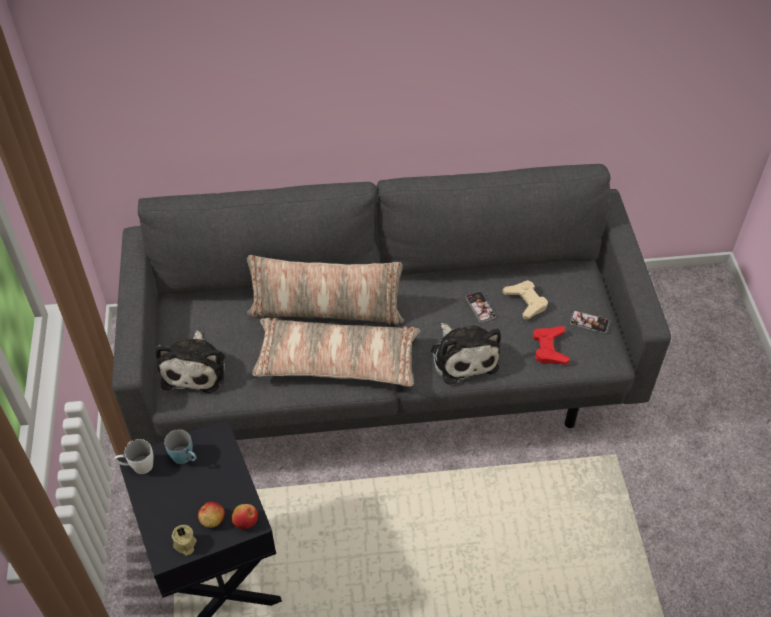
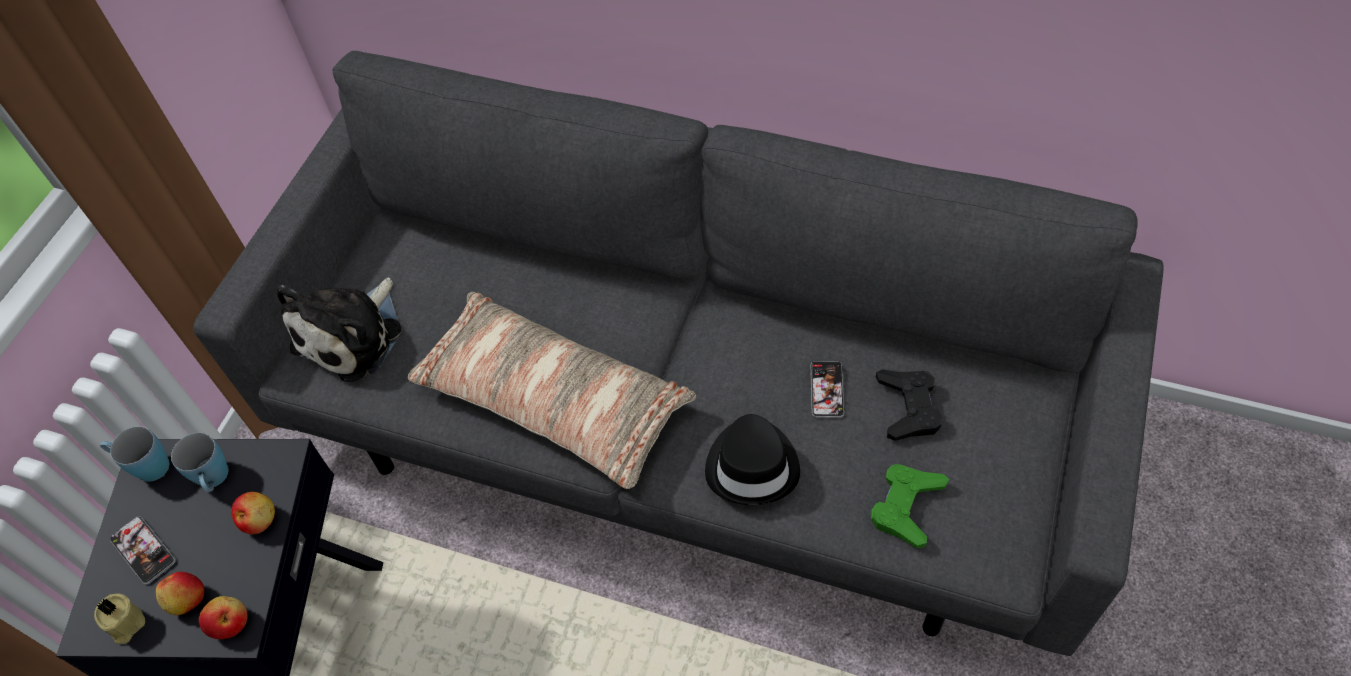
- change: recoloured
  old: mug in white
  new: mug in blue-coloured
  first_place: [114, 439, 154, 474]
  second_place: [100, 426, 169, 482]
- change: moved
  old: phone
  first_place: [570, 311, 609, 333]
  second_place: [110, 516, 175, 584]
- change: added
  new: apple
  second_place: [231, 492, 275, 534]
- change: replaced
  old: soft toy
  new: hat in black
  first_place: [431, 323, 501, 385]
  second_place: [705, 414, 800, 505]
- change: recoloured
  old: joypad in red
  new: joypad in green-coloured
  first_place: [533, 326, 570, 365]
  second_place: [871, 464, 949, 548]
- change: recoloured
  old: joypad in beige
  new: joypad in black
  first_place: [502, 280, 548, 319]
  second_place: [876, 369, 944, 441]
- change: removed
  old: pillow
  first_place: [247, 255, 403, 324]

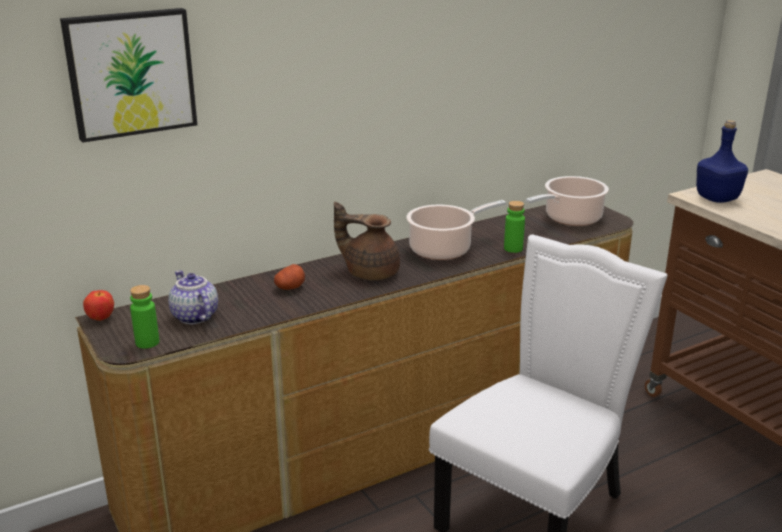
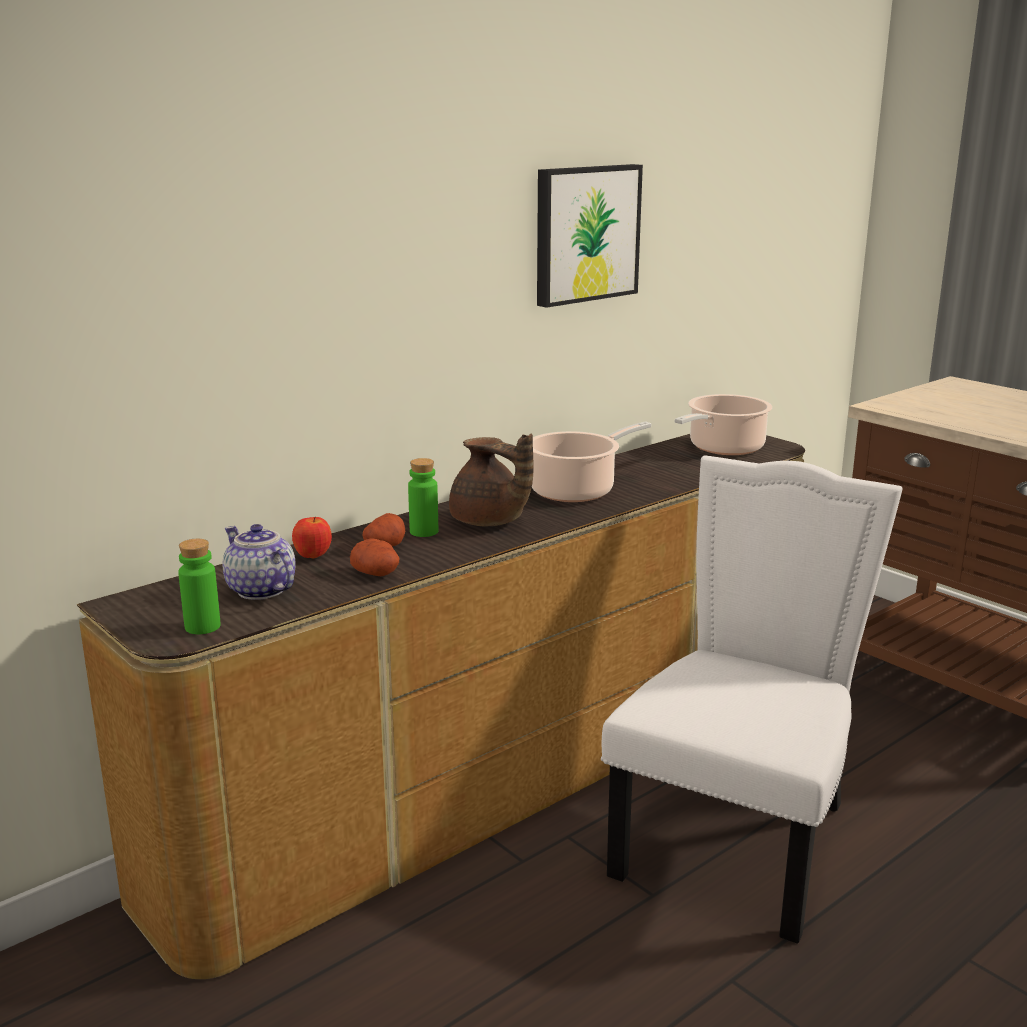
- change: moved
  old: apple
  first_place: [83, 290, 114, 321]
  second_place: [292, 517, 332, 558]
- change: added
  new: spud
  second_place: [350, 538, 399, 576]
- change: moved
  old: drink bottle in green-coloured
  first_place: [504, 201, 525, 253]
  second_place: [408, 458, 438, 537]
- change: turned
  old: pot for tea in brown
  first_place: [334, 202, 400, 280]
  second_place: [449, 434, 533, 526]
  degrees: -150
- change: moved
  old: wall art
  first_place: [60, 8, 197, 143]
  second_place: [537, 164, 643, 308]
- change: removed
  old: drink bottle in blue-coloured
  first_place: [696, 120, 748, 203]

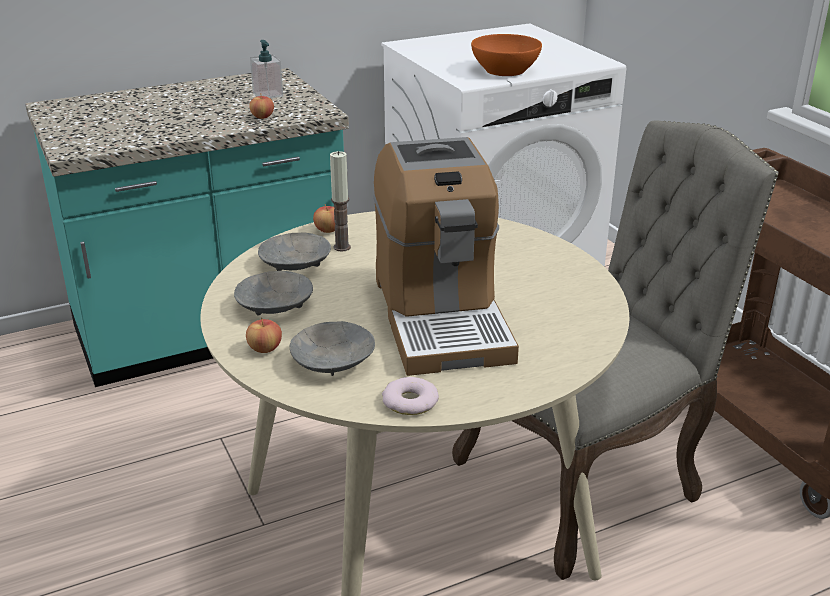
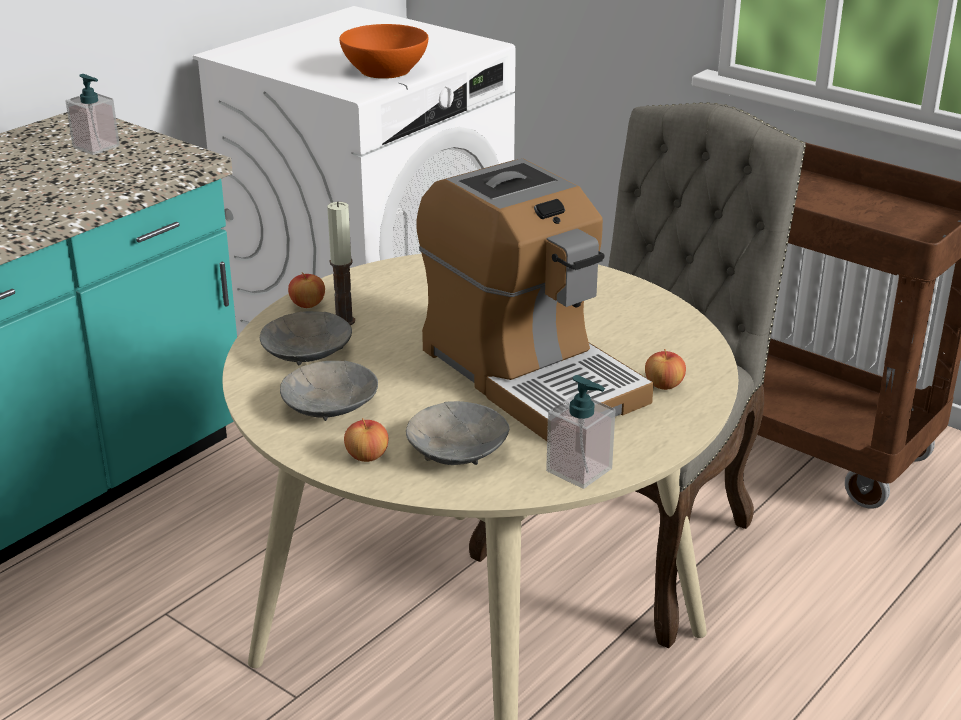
- change: replaced
  old: doughnut
  new: soap dispenser
  first_place: [382, 377, 439, 415]
  second_place: [546, 375, 615, 489]
- change: moved
  old: apple
  first_place: [249, 96, 274, 119]
  second_place: [645, 349, 686, 390]

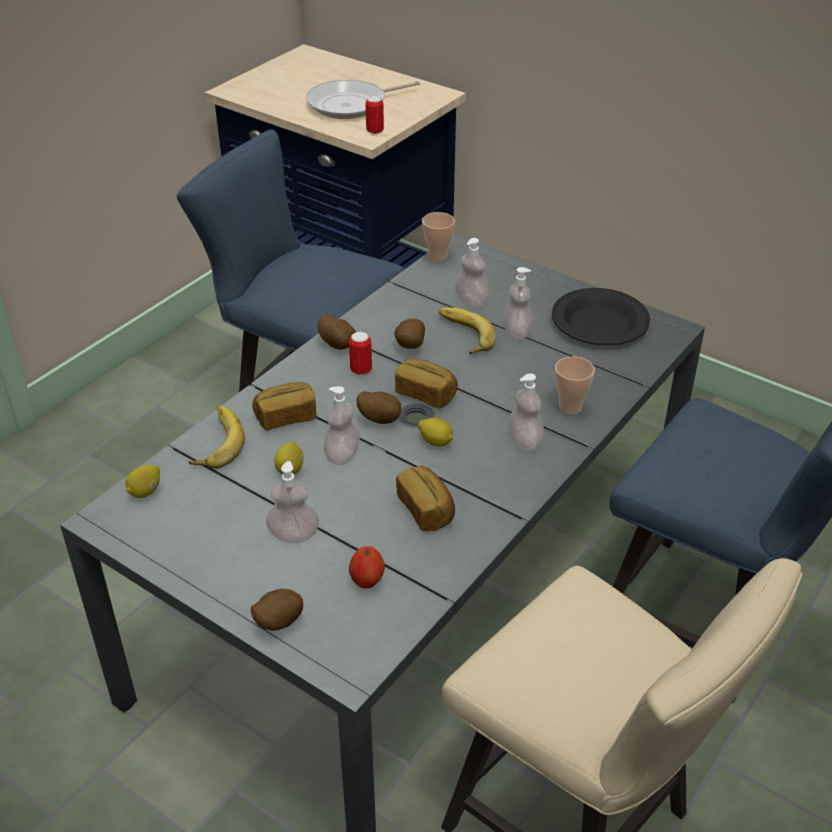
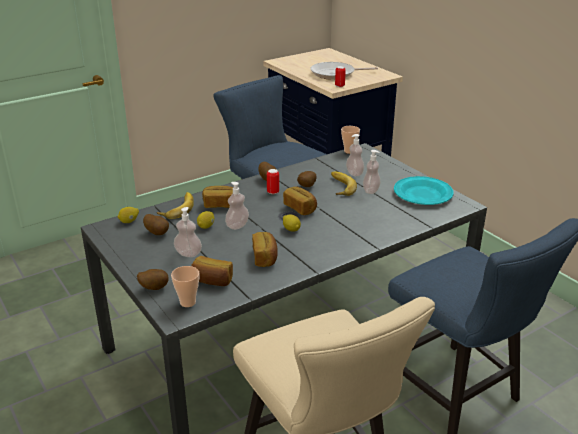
- change: moved
  old: spud
  first_place: [356, 391, 401, 424]
  second_place: [143, 214, 169, 235]
- change: moved
  old: small cup
  first_place: [555, 356, 595, 414]
  second_place: [171, 266, 199, 307]
- change: replaced
  old: apple
  new: bakery bread
  first_place: [349, 546, 385, 589]
  second_place: [191, 256, 233, 286]
- change: recoloured
  old: dinner plate in black
  new: dinner plate in blue-green
  first_place: [552, 288, 650, 346]
  second_place: [394, 176, 454, 205]
- change: removed
  old: soap dispenser
  first_place: [508, 373, 544, 452]

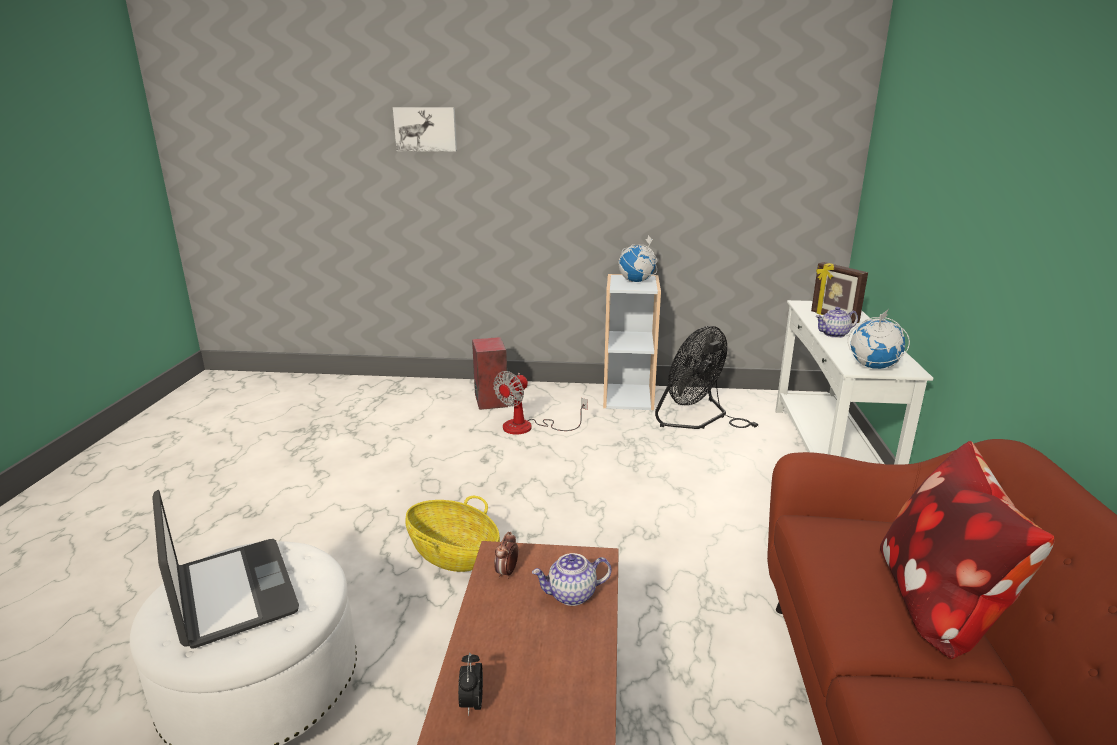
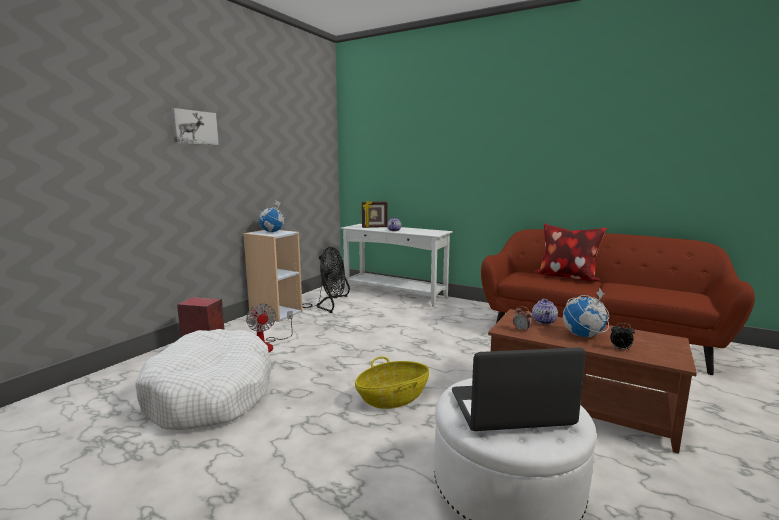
- change: added
  new: dog bed in white
  second_place: [135, 329, 271, 430]
- change: moved
  old: wall art
  first_place: [393, 107, 457, 152]
  second_place: [171, 108, 219, 145]
- change: turned
  old: fan in black
  first_place: [655, 326, 759, 429]
  second_place: [302, 247, 350, 313]
  degrees: -150
- change: moved
  old: globe
  first_place: [848, 310, 910, 369]
  second_place: [563, 287, 609, 337]

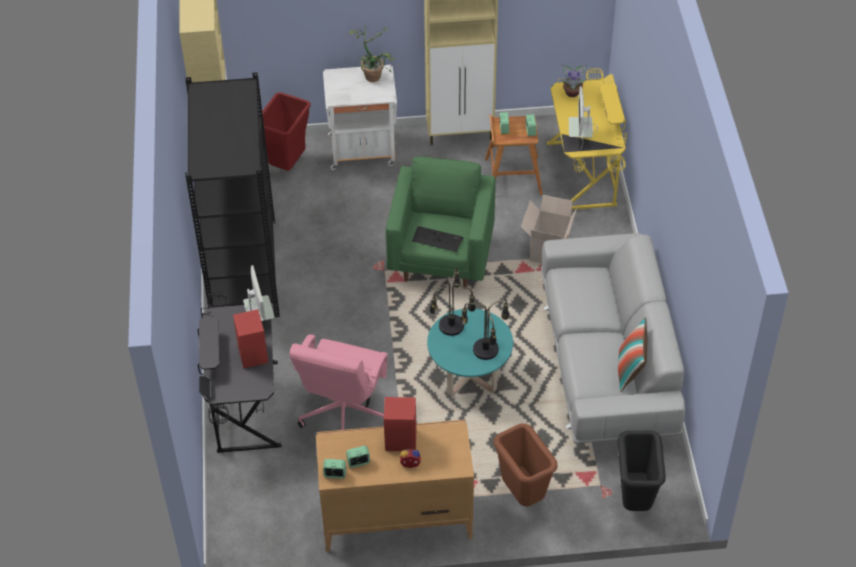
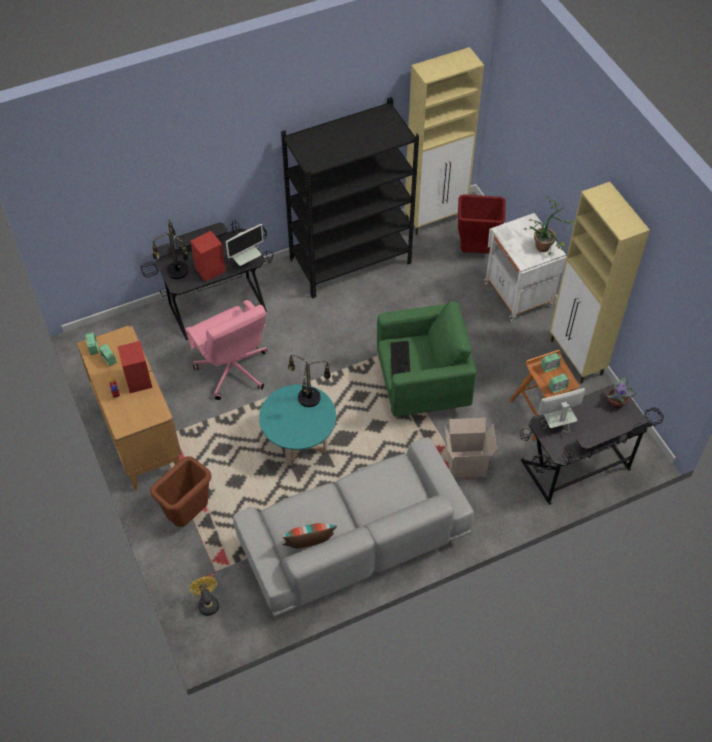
- change: moved
  old: tabletop lamp
  first_place: [460, 298, 509, 360]
  second_place: [152, 219, 189, 279]
- change: turned
  old: office chair in pinkish
  first_place: [290, 334, 388, 430]
  second_place: [185, 300, 267, 400]
  degrees: -120
- change: replaced
  old: rubbish bin in black
  new: fan in yellow-coloured
  first_place: [618, 431, 666, 511]
  second_place: [190, 577, 219, 616]
- change: recoloured
  old: desk in yellow-coloured
  new: desk in black
  first_place: [547, 68, 627, 210]
  second_place: [520, 384, 664, 505]

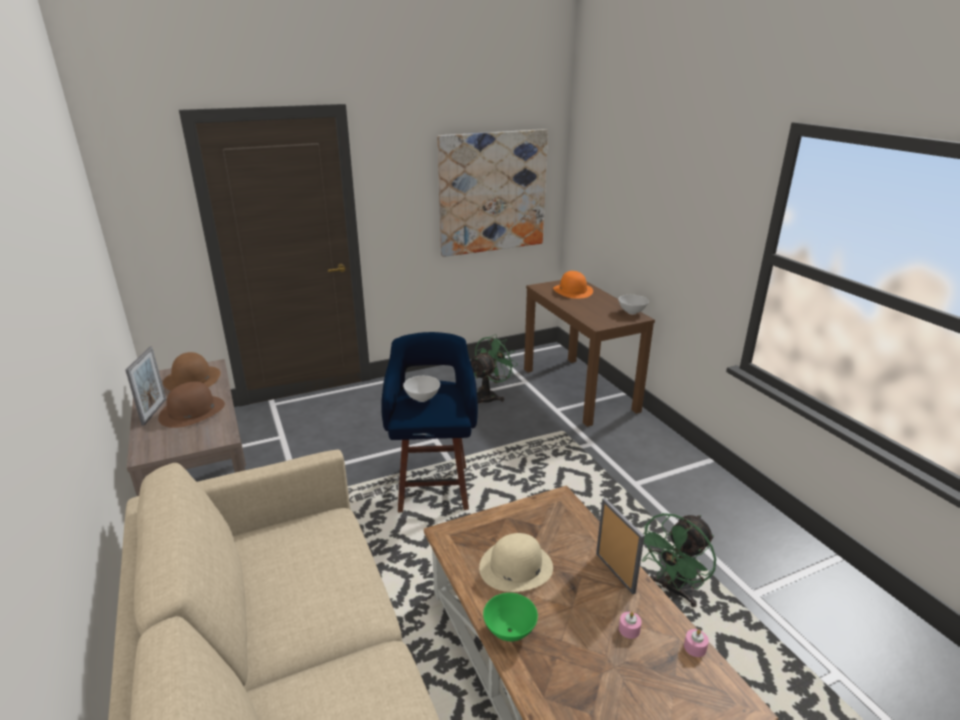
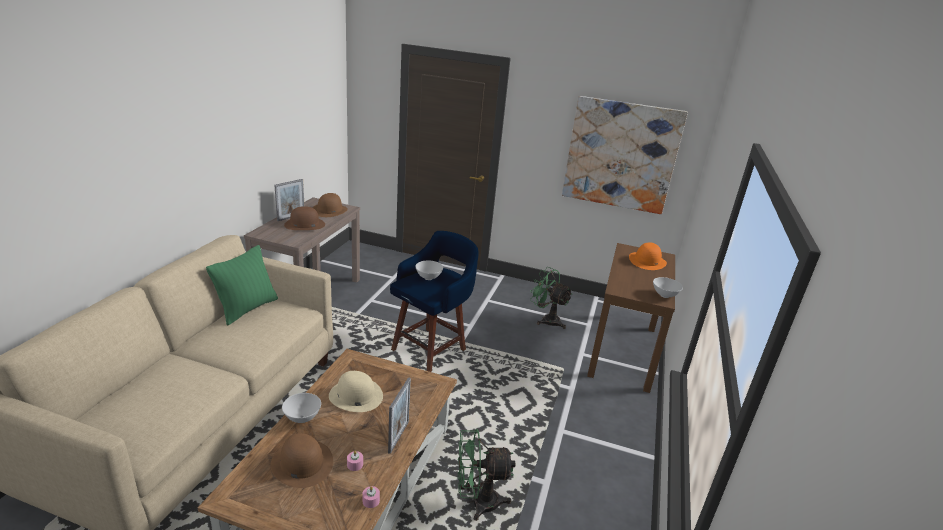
- change: added
  new: pillow in green-coloured
  second_place: [206, 245, 278, 326]
- change: added
  new: hat in brown
  second_place: [270, 433, 333, 488]
- change: recoloured
  old: deep dish in green-coloured
  new: deep dish in white
  first_place: [483, 593, 538, 641]
  second_place: [282, 393, 321, 423]
- change: turned
  old: fan in green-coloured
  first_place: [470, 334, 518, 403]
  second_place: [530, 267, 572, 329]
  degrees: -135

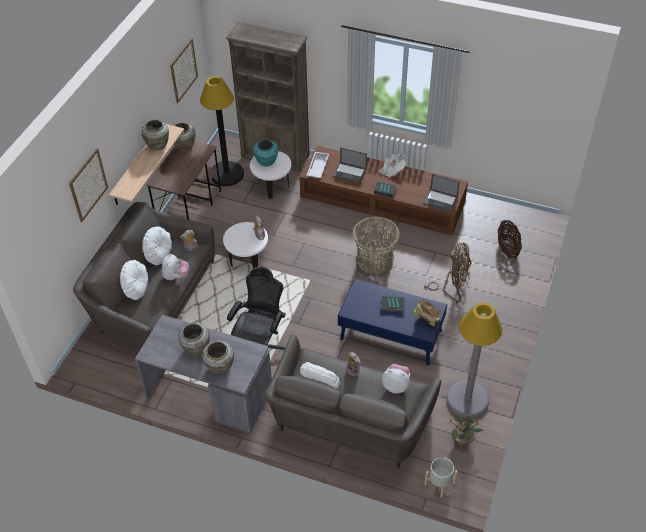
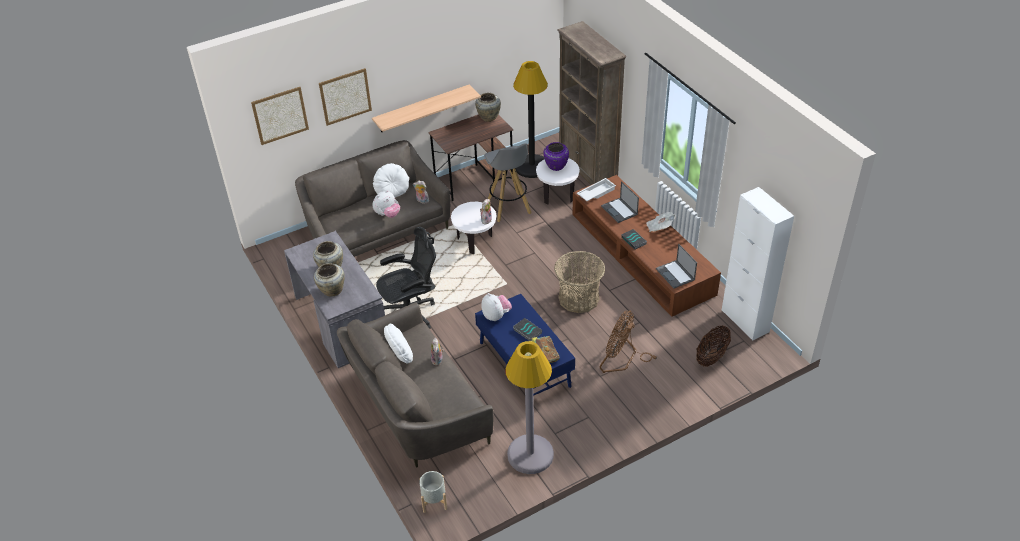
- change: moved
  old: wall art
  first_place: [170, 38, 198, 103]
  second_place: [251, 87, 309, 145]
- change: moved
  old: soft toy
  first_place: [382, 364, 410, 393]
  second_place: [481, 293, 512, 321]
- change: added
  new: stool seat in grey
  second_place: [484, 143, 532, 222]
- change: recoloured
  old: decorative vase in blue-green
  new: decorative vase in purple
  first_place: [253, 139, 278, 167]
  second_place: [543, 142, 569, 171]
- change: turned
  old: fan in brown
  first_place: [424, 242, 471, 304]
  second_place: [600, 311, 657, 373]
  degrees: 150
- change: added
  new: cabinet in white
  second_place: [721, 187, 794, 341]
- change: removed
  old: pillow in white
  first_place: [120, 260, 148, 300]
- change: removed
  old: decorative vase in beige
  first_place: [141, 120, 169, 150]
- change: removed
  old: plant in a pot
  first_place: [449, 413, 484, 446]

